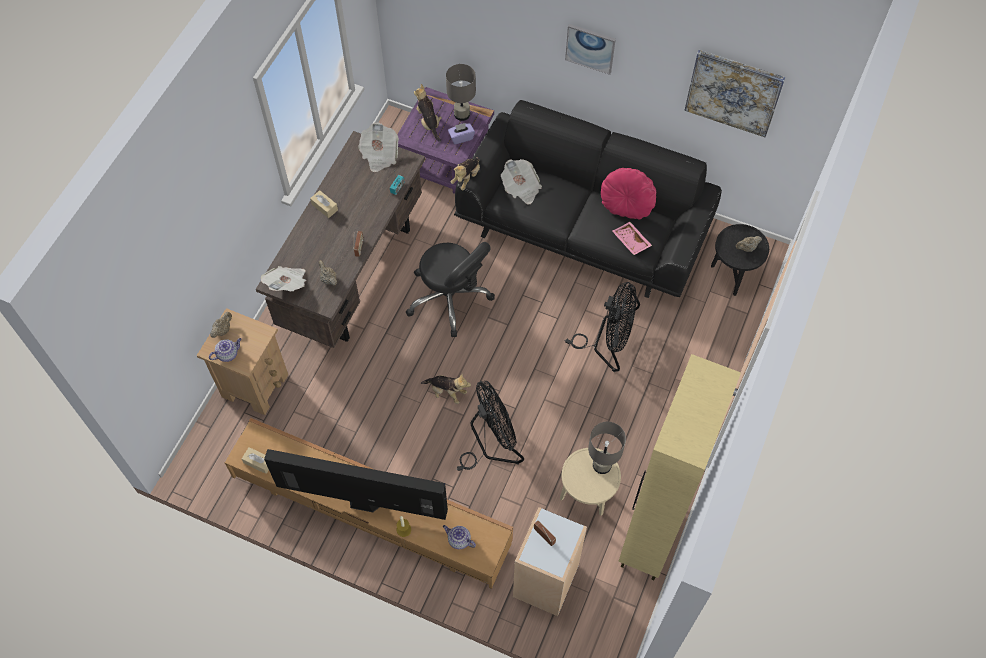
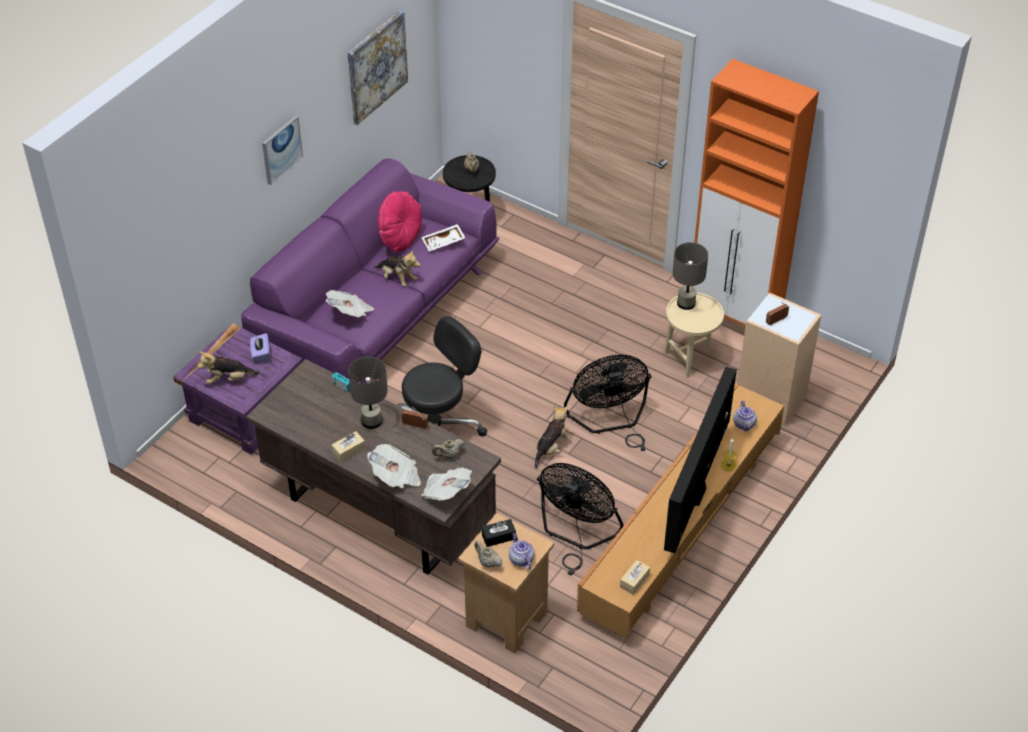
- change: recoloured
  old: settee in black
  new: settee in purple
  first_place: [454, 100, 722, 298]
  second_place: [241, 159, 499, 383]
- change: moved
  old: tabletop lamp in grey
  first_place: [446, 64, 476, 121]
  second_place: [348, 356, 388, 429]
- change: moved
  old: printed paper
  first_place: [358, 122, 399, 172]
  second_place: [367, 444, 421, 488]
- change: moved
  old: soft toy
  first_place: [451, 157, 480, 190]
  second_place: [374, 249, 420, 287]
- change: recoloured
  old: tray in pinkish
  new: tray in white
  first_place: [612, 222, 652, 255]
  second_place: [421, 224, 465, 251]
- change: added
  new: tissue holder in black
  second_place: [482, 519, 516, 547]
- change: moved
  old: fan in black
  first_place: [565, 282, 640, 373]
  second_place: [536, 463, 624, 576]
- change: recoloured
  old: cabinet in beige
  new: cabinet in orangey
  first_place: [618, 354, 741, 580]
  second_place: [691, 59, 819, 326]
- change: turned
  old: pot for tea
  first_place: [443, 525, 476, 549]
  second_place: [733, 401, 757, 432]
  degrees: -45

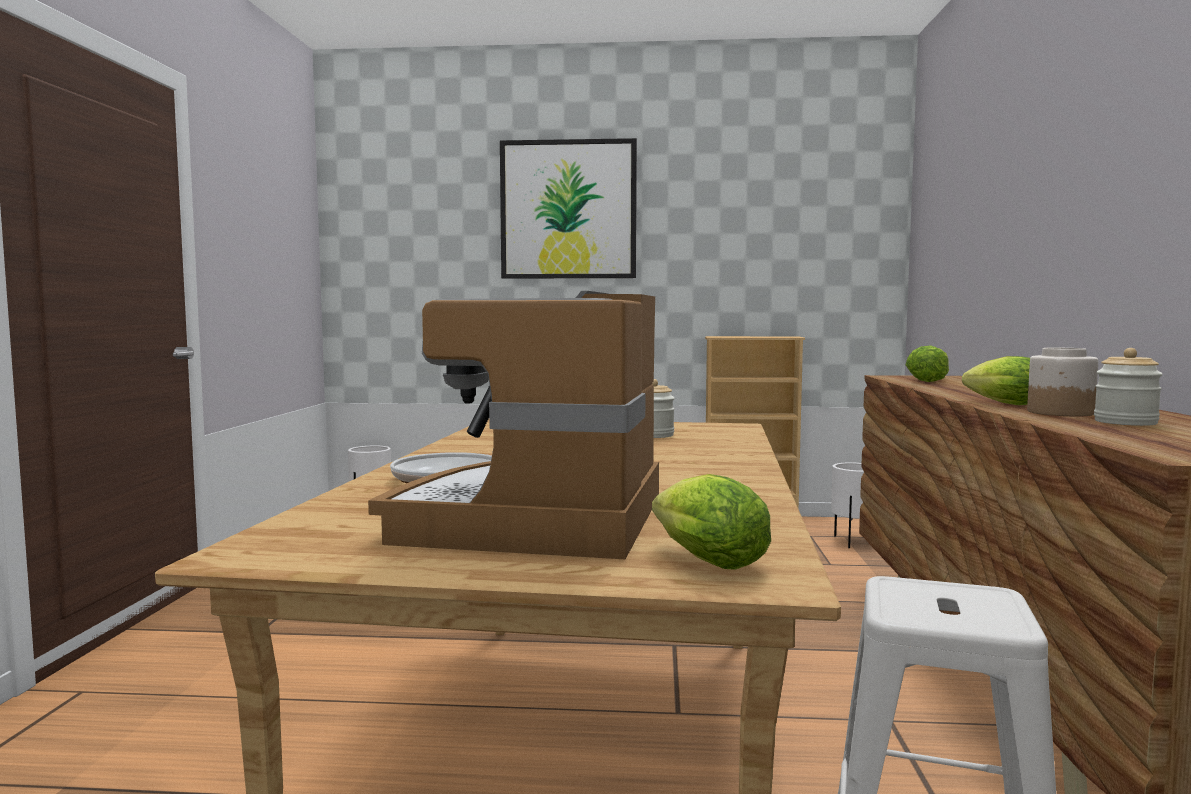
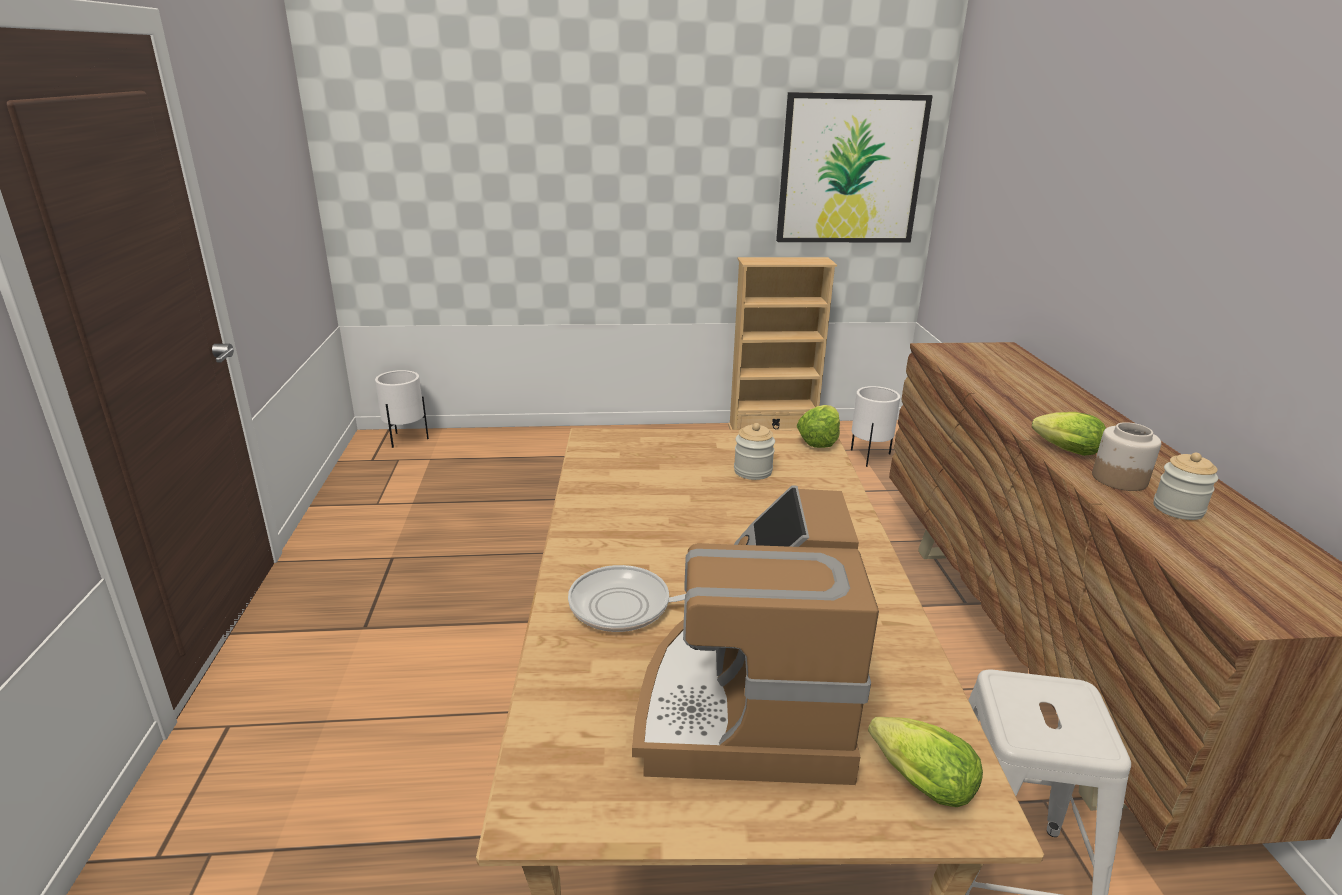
- change: moved
  old: wall art
  first_place: [500, 138, 637, 279]
  second_place: [776, 92, 933, 243]
- change: moved
  old: head of lettuce
  first_place: [905, 345, 949, 382]
  second_place: [796, 405, 840, 448]

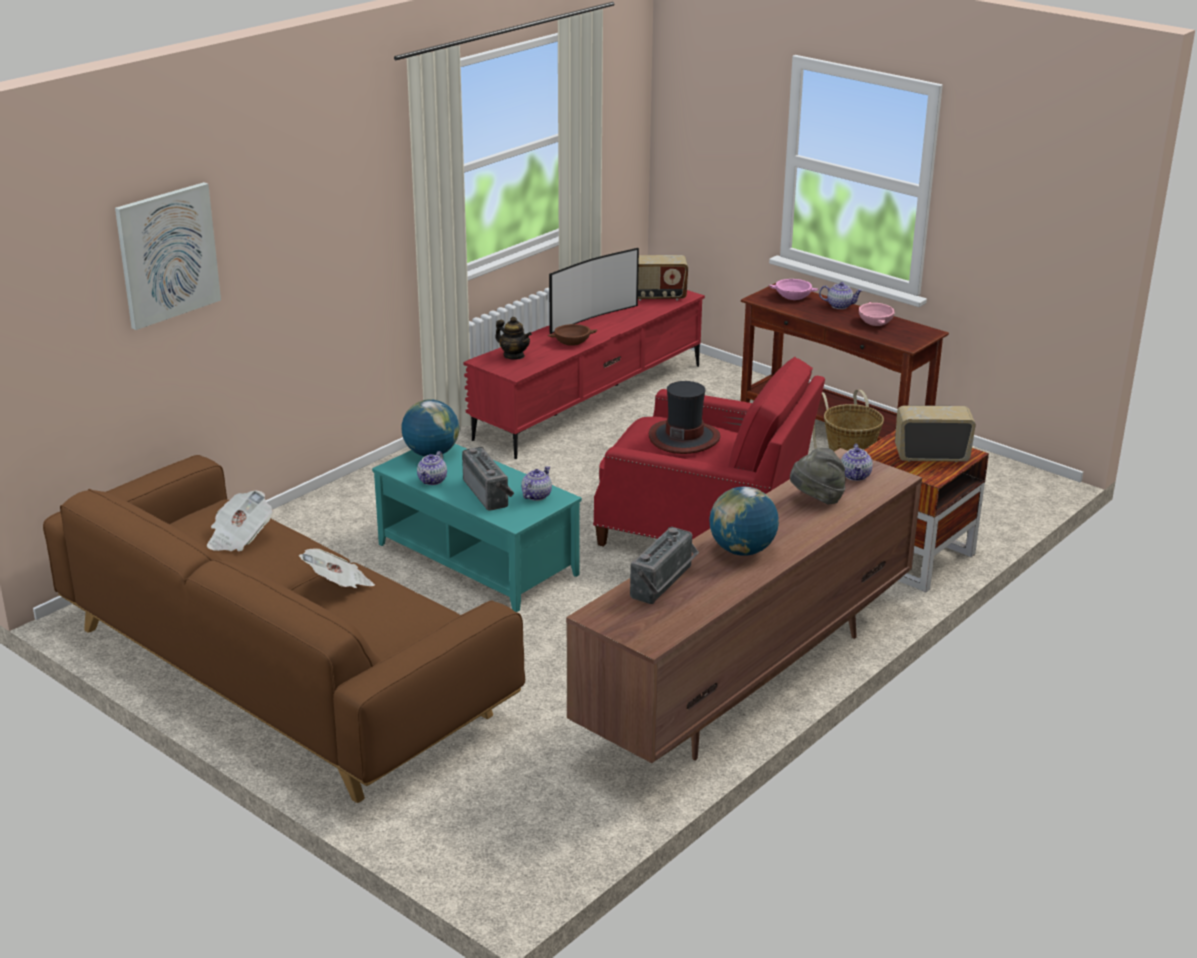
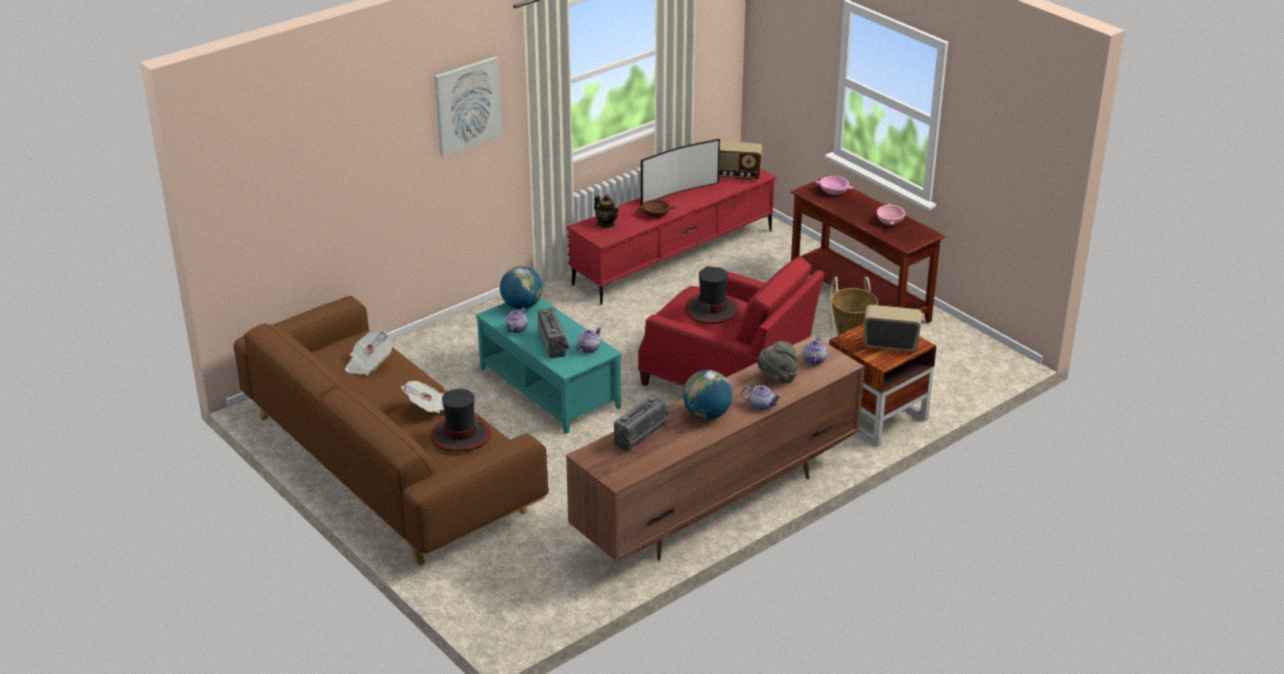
- change: added
  new: hat
  second_place: [431, 389, 491, 452]
- change: moved
  old: wall art
  first_place: [115, 182, 221, 330]
  second_place: [434, 56, 502, 157]
- change: moved
  old: pot for tea
  first_place: [819, 282, 863, 309]
  second_place: [742, 385, 782, 411]

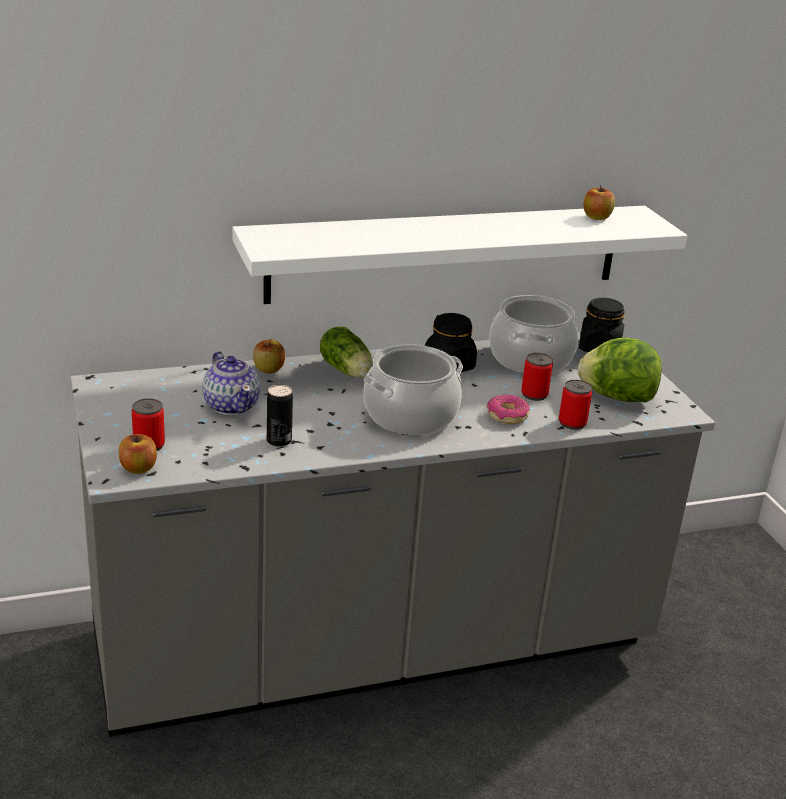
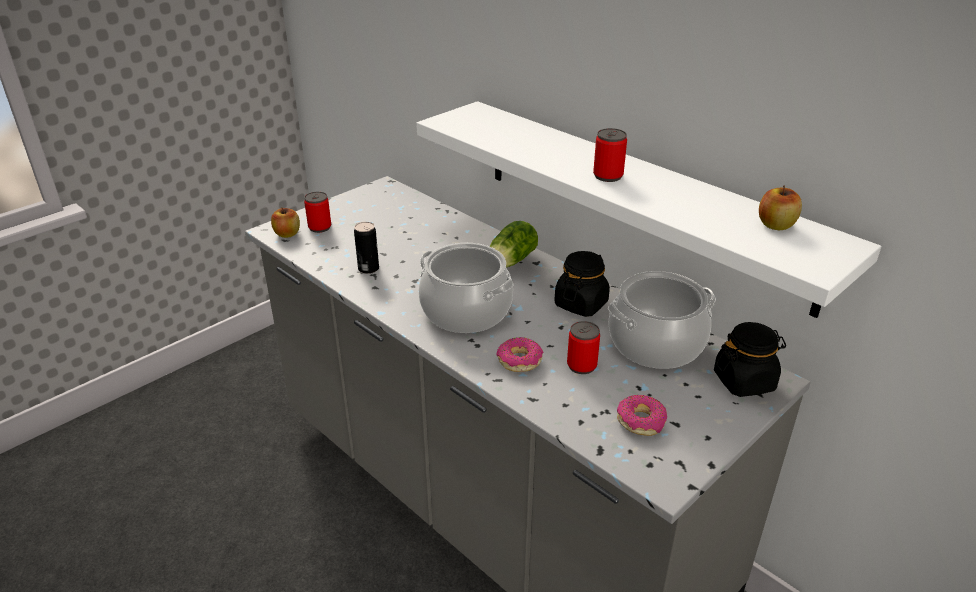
- change: moved
  old: metal can
  first_place: [559, 380, 592, 430]
  second_place: [593, 128, 627, 182]
- change: replaced
  old: head of lettuce
  new: doughnut
  first_place: [578, 338, 662, 402]
  second_place: [617, 395, 667, 436]
- change: removed
  old: pot for tea
  first_place: [202, 351, 260, 415]
- change: removed
  old: apple
  first_place: [253, 339, 285, 374]

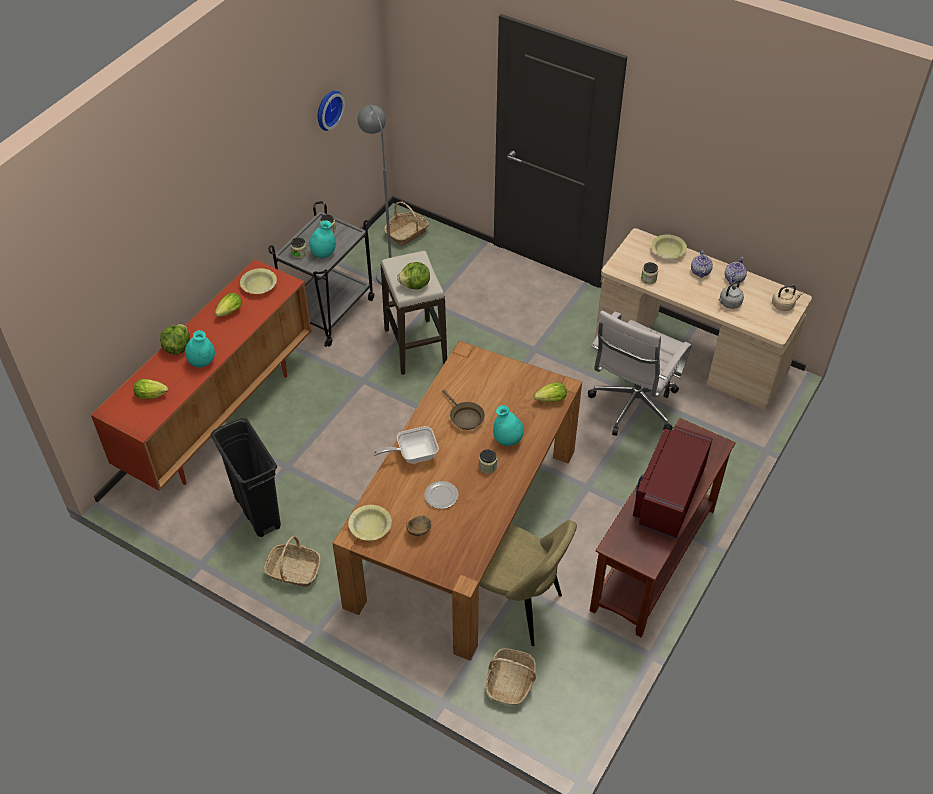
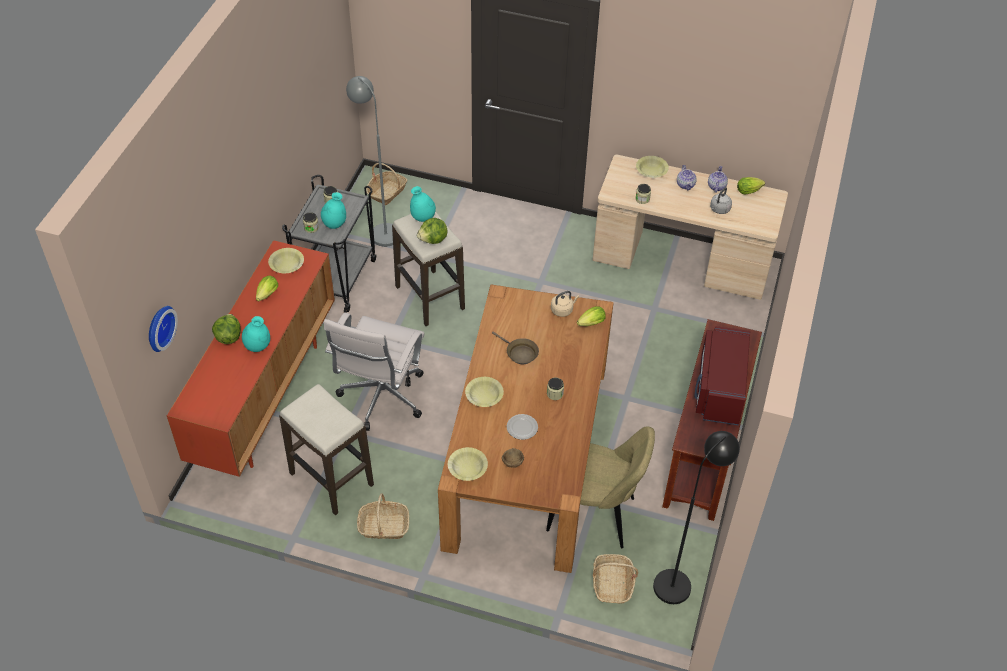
- change: moved
  old: wall clock
  first_place: [318, 90, 345, 131]
  second_place: [149, 306, 178, 352]
- change: replaced
  old: rubbish bin in black
  new: stool seat
  first_place: [211, 418, 281, 537]
  second_place: [279, 384, 374, 516]
- change: moved
  old: office chair in white
  first_place: [588, 311, 691, 436]
  second_place: [324, 312, 425, 431]
- change: moved
  old: decorative vase in blue-green
  first_place: [493, 405, 524, 446]
  second_place: [410, 186, 436, 222]
- change: replaced
  old: skillet
  new: deep dish in yellow-coloured
  first_place: [373, 426, 439, 464]
  second_place: [465, 377, 504, 407]
- change: moved
  old: water kettle in beige
  first_place: [772, 285, 804, 311]
  second_place: [551, 291, 579, 317]
- change: added
  new: standing lamp in black
  second_place: [653, 431, 740, 604]
- change: moved
  old: head of lettuce
  first_place: [134, 379, 168, 399]
  second_place: [737, 177, 765, 195]

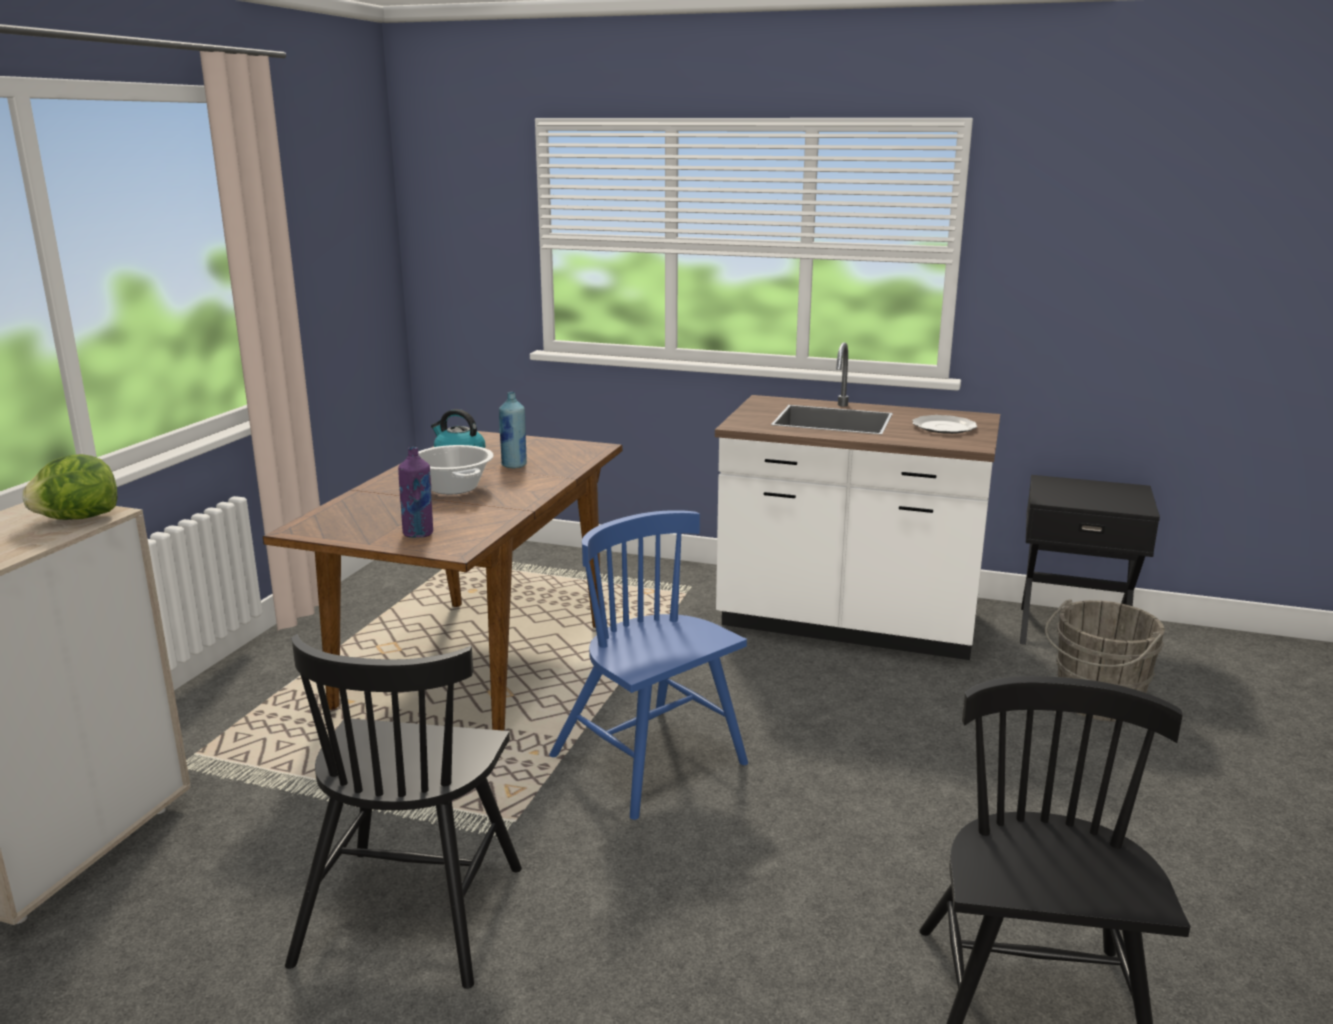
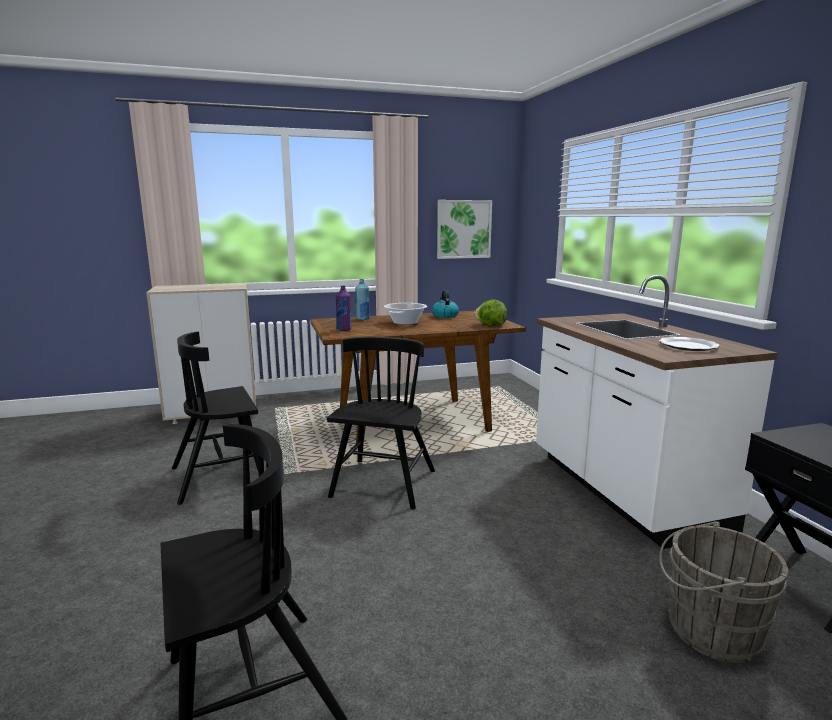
- change: recoloured
  old: plain chair in blue-coloured
  new: plain chair in black
  first_place: [549, 510, 748, 820]
  second_place: [327, 337, 435, 510]
- change: moved
  old: drink bottle in blue-coloured
  first_place: [499, 392, 527, 468]
  second_place: [355, 279, 370, 320]
- change: added
  new: wall art
  second_place: [437, 200, 492, 259]
- change: moved
  old: head of lettuce
  first_place: [23, 454, 117, 520]
  second_place: [474, 300, 507, 326]

